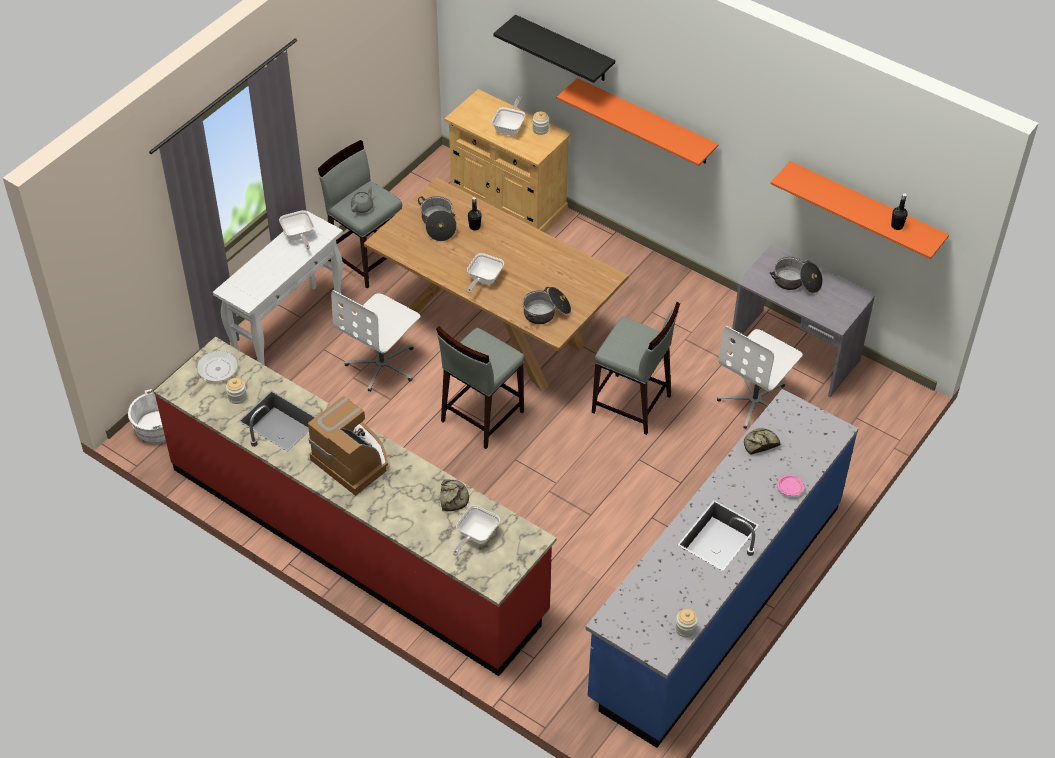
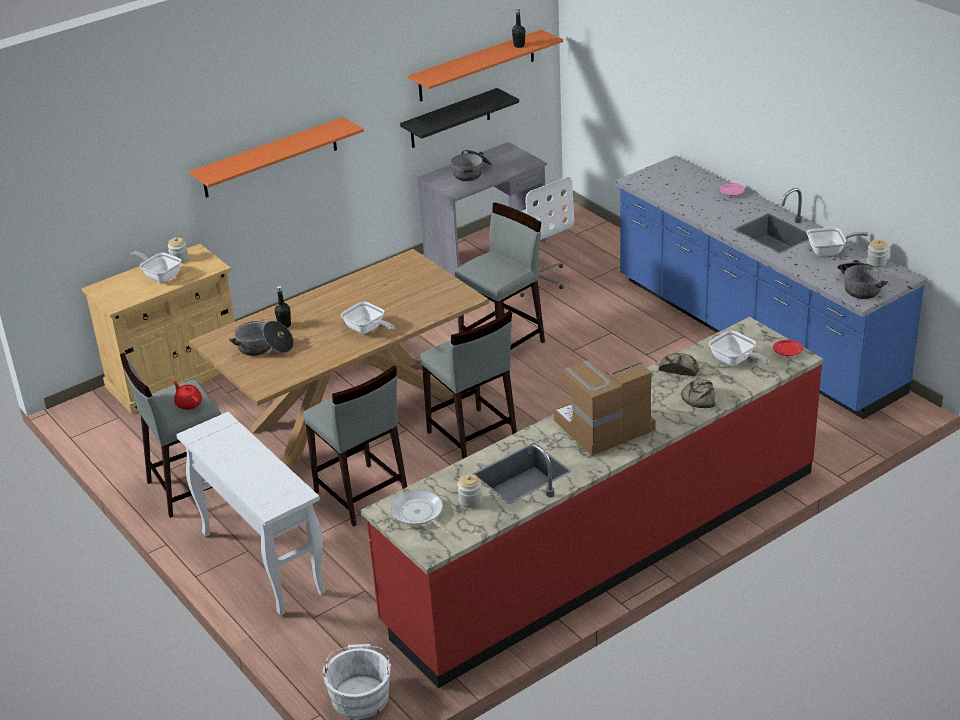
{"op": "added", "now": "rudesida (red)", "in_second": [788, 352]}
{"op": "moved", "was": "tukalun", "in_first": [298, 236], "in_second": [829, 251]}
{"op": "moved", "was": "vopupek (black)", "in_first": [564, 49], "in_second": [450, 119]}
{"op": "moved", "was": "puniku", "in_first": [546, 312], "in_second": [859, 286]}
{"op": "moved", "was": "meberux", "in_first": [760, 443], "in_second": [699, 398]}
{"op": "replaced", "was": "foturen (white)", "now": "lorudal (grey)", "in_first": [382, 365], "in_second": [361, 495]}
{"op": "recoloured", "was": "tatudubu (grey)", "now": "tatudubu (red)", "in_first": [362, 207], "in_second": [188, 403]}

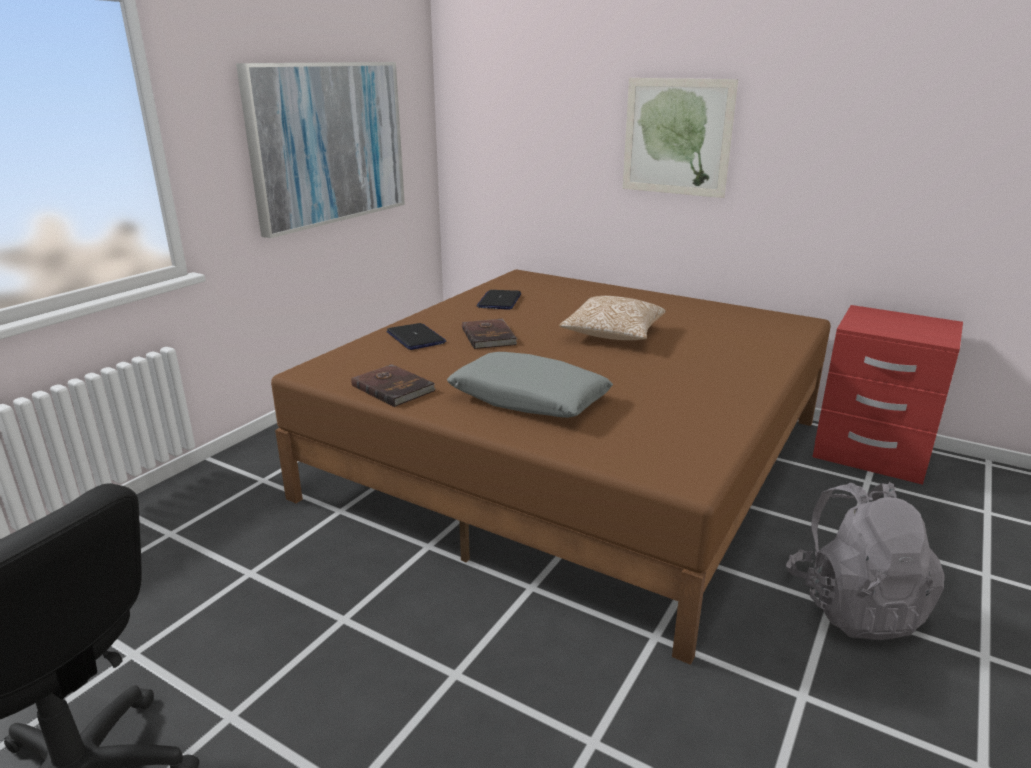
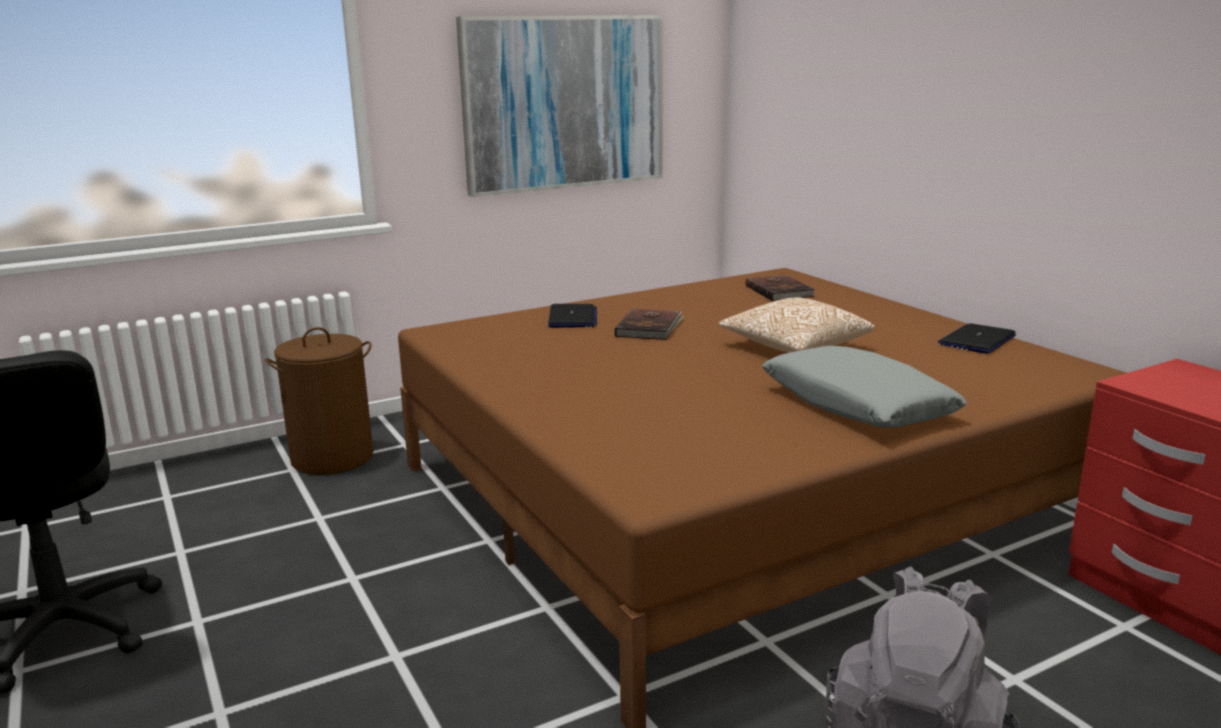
{"op": "removed", "was": "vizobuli", "in_first": [677, 137]}
{"op": "added", "now": "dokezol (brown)", "in_second": [333, 457]}
{"op": "moved", "was": "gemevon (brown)", "in_first": [393, 388], "in_second": [779, 291]}
{"op": "moved", "was": "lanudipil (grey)", "in_first": [529, 399], "in_second": [857, 405]}
{"op": "moved", "was": "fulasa", "in_first": [499, 301], "in_second": [977, 340]}

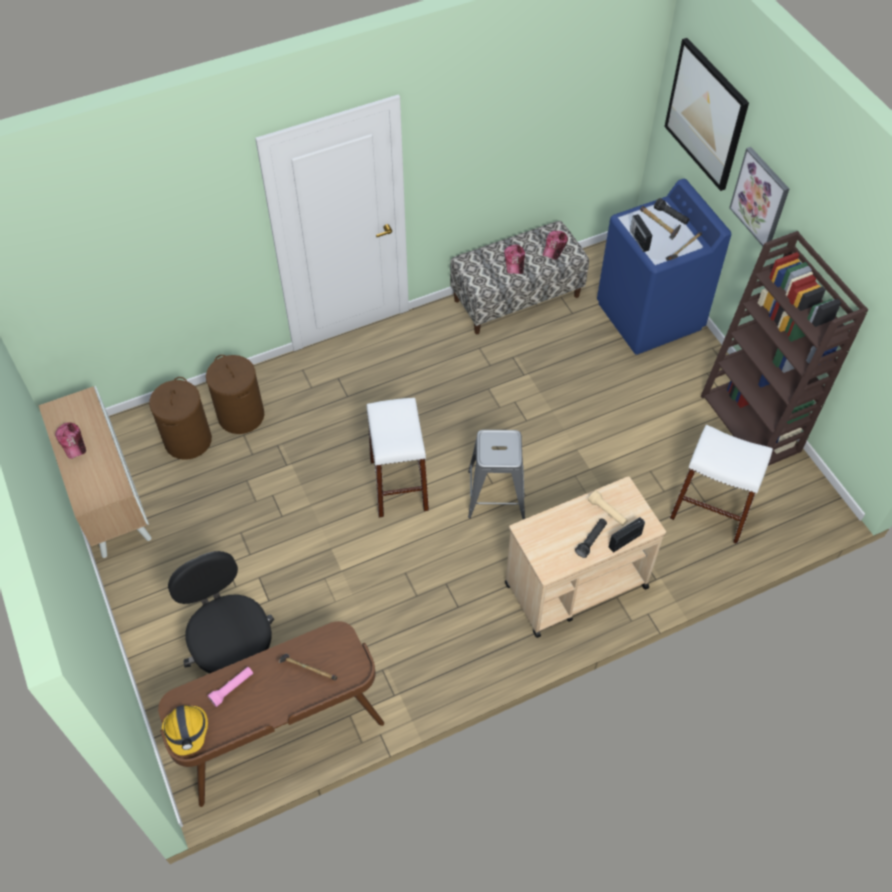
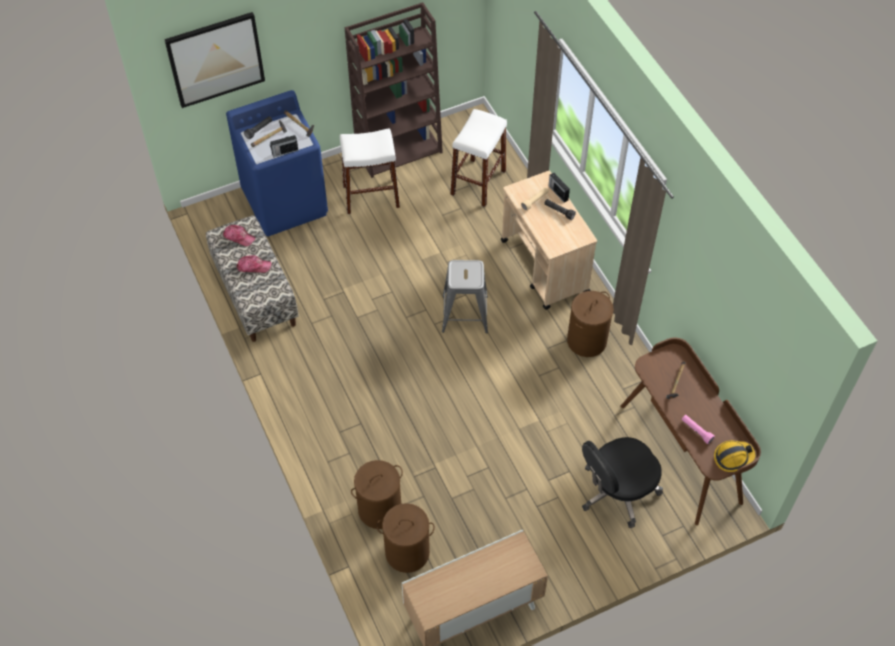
{"op": "removed", "was": "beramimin", "in_first": [72, 442]}
{"op": "removed", "was": "vizobuli", "in_first": [760, 197]}
{"op": "added", "now": "dokezol (brown)", "in_second": [586, 341]}
{"op": "moved", "was": "lorudal (white)", "in_first": [399, 485], "in_second": [371, 196]}

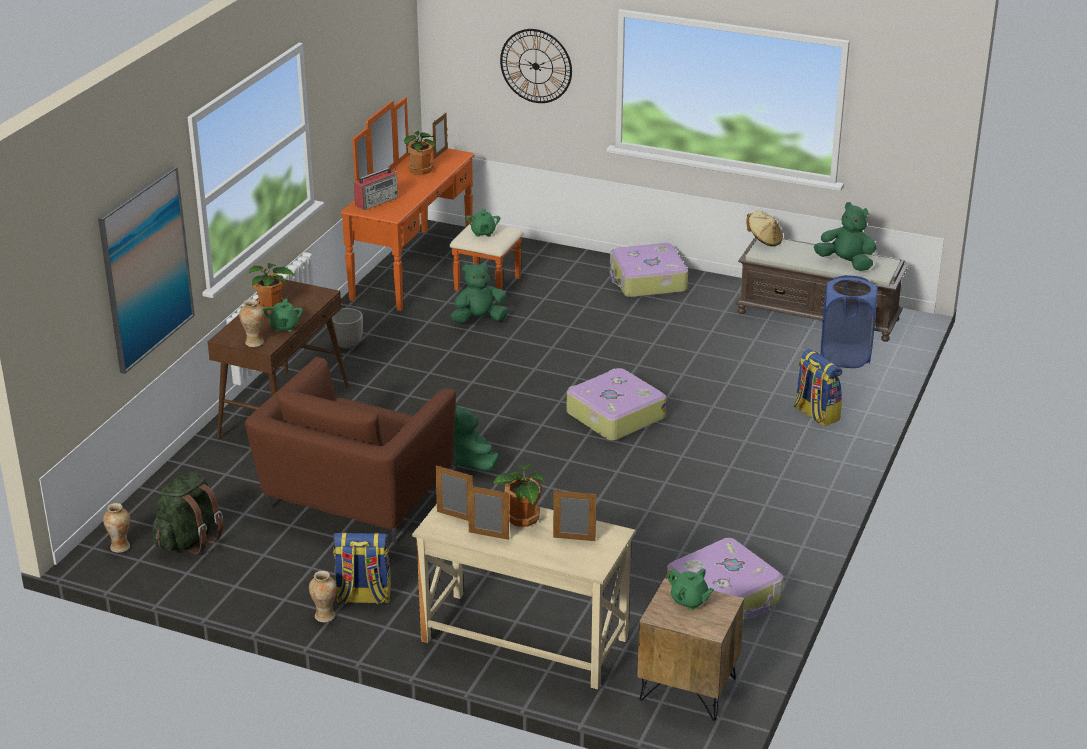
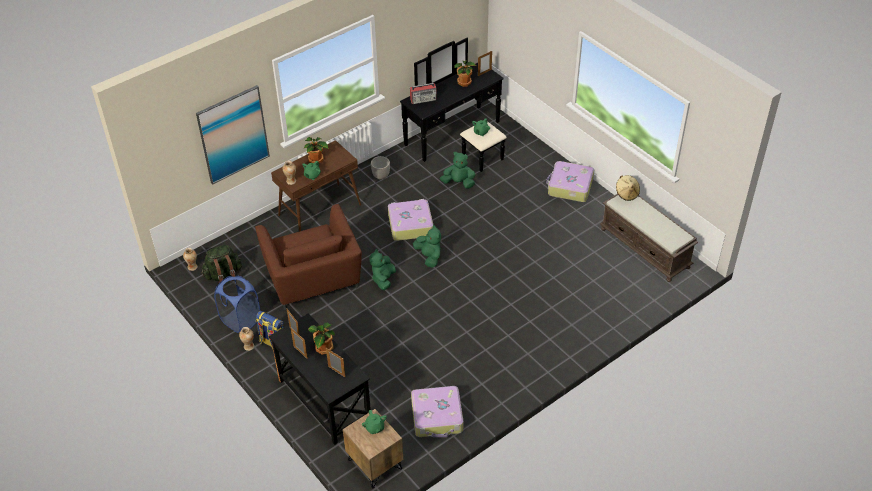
{"op": "removed", "was": "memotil", "in_first": [536, 66]}
{"op": "removed", "was": "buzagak", "in_first": [815, 414]}
{"op": "moved", "was": "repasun", "in_first": [614, 415], "in_second": [410, 225]}
{"op": "moved", "was": "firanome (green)", "in_first": [846, 263], "in_second": [429, 257]}
{"op": "moved", "was": "dokezol (blue)", "in_first": [844, 356], "in_second": [240, 320]}
{"op": "recoloured", "was": "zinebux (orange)", "now": "zinebux (black)", "in_first": [430, 272], "in_second": [459, 139]}
{"op": "recoloured", "was": "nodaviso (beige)", "now": "nodaviso (black)", "in_first": [524, 640], "in_second": [324, 400]}
{"op": "turned", "was": "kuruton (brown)", "in_first": [355, 497], "in_second": [313, 280], "clockwise": -75}

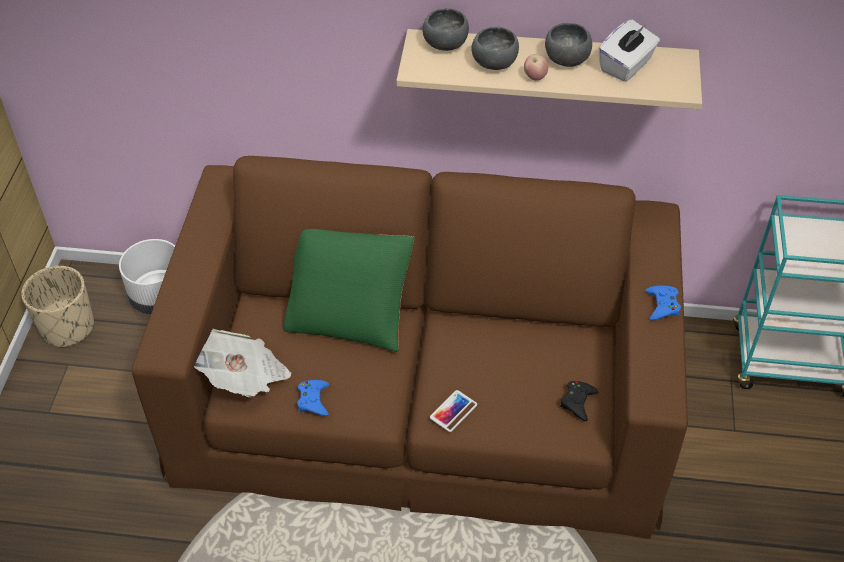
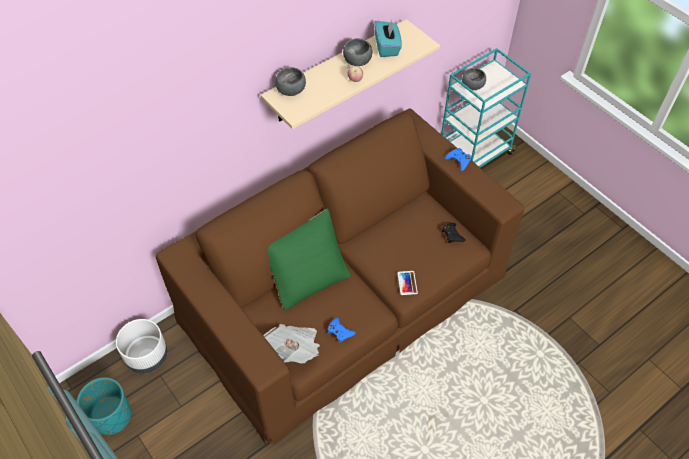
{"op": "moved", "was": "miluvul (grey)", "in_first": [495, 64], "in_second": [473, 86]}
{"op": "recoloured", "was": "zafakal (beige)", "now": "zafakal (turquoise)", "in_first": [67, 328], "in_second": [112, 417]}
{"op": "recoloured", "was": "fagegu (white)", "now": "fagegu (turquoise)", "in_first": [626, 66], "in_second": [387, 47]}

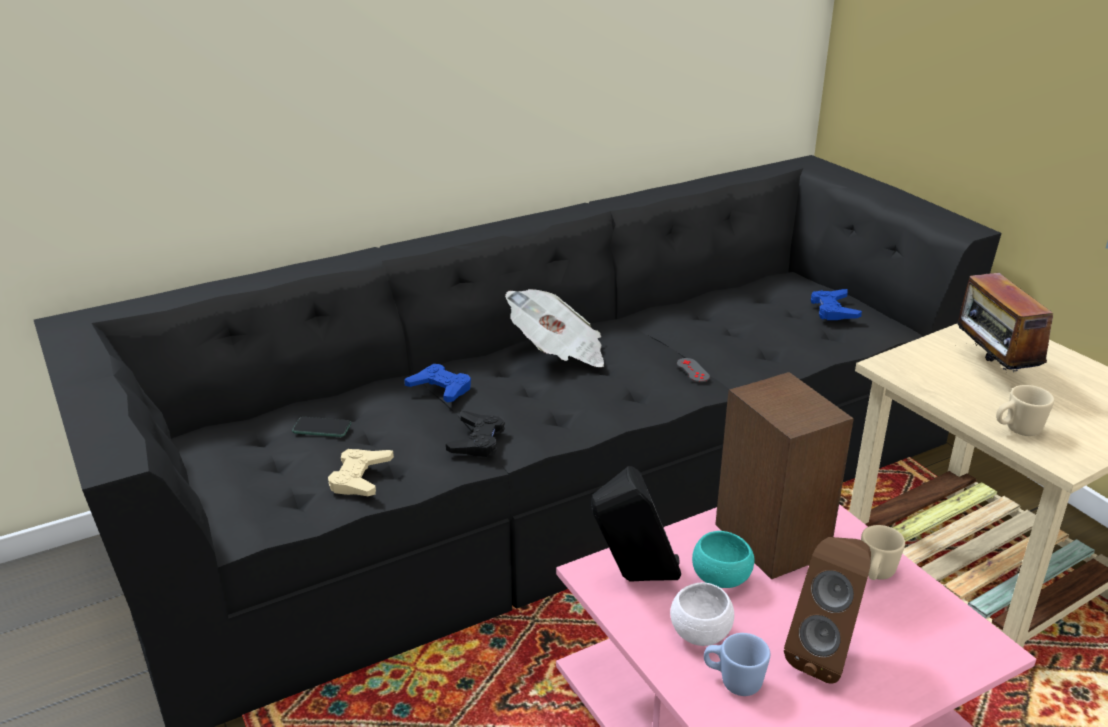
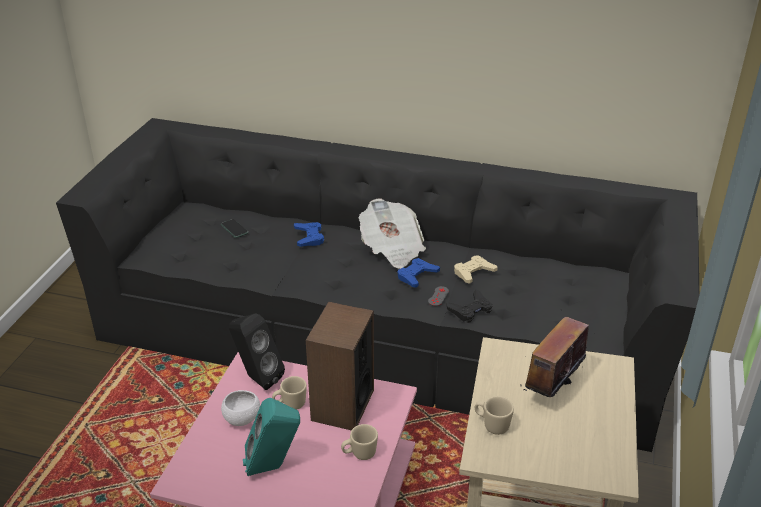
{"op": "removed", "was": "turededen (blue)", "in_first": [733, 681]}
{"op": "moved", "was": "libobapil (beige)", "in_first": [360, 477], "in_second": [473, 272]}
{"op": "moved", "was": "libobapil (black)", "in_first": [477, 440], "in_second": [470, 310]}
{"op": "moved", "was": "libobapil (blue)", "in_first": [833, 310], "in_second": [417, 276]}
{"op": "replaced", "was": "miluvul (turquoise)", "now": "turededen (beige)", "in_first": [720, 579], "in_second": [290, 404]}
{"op": "recoloured", "was": "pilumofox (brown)", "now": "pilumofox (turquoise)", "in_first": [826, 655], "in_second": [274, 466]}

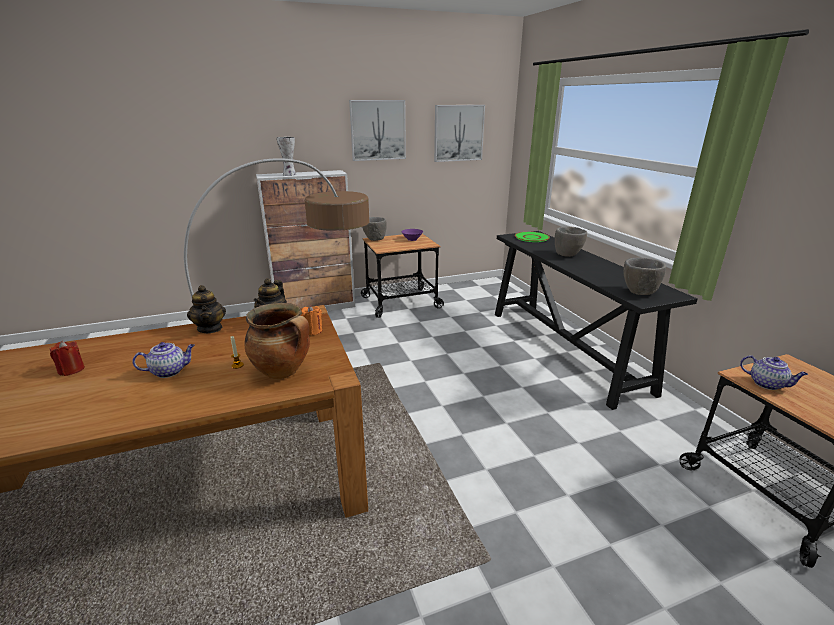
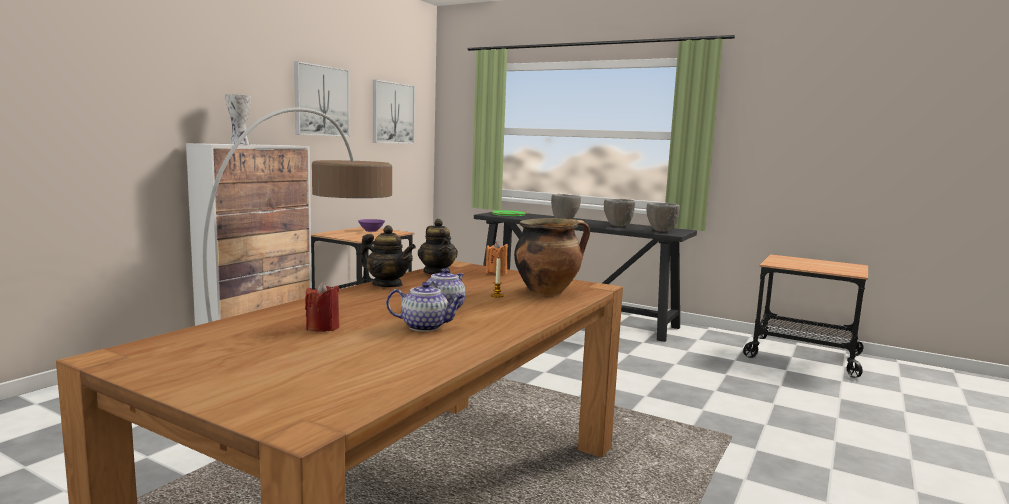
{"op": "moved", "was": "miluvul (grey)", "in_first": [374, 239], "in_second": [618, 226]}
{"op": "moved", "was": "tatudubu", "in_first": [767, 384], "in_second": [426, 326]}

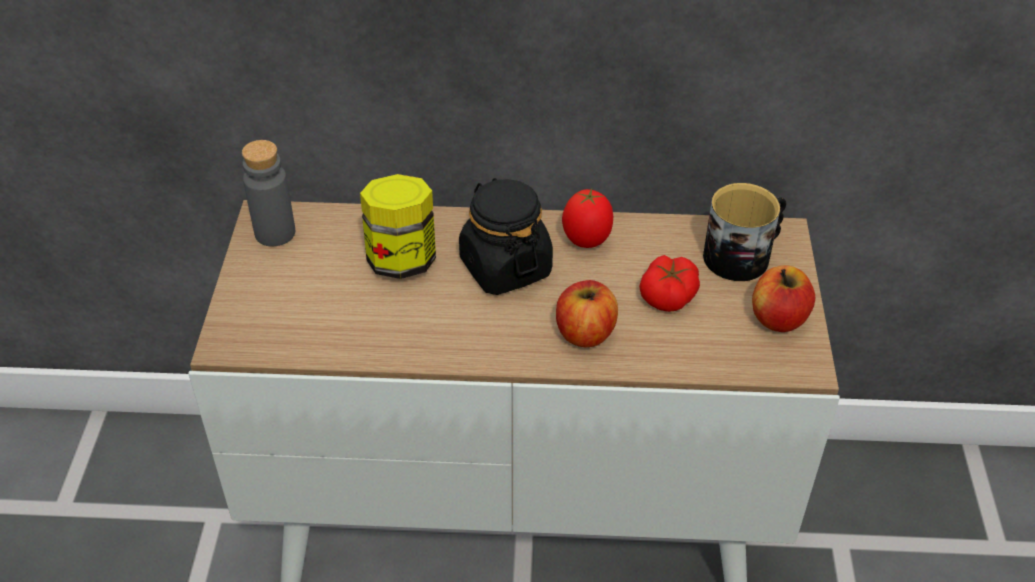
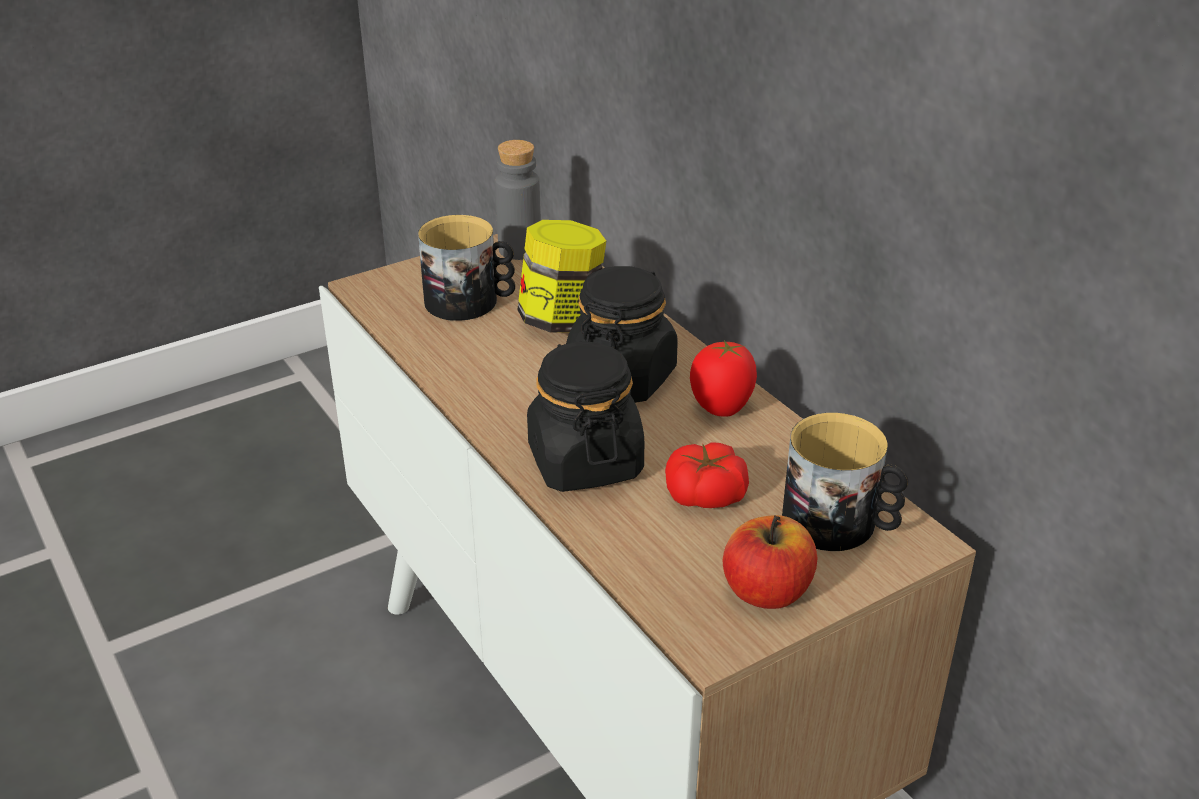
{"op": "added", "now": "turededen", "in_second": [470, 302]}
{"op": "replaced", "was": "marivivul", "now": "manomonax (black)", "in_first": [585, 333], "in_second": [584, 462]}

